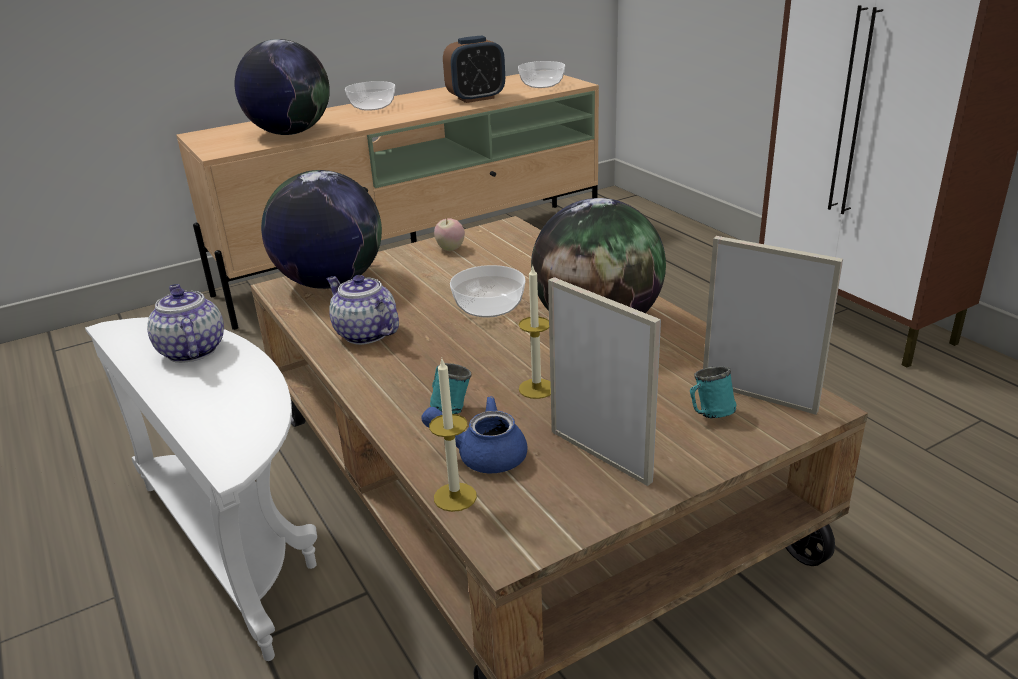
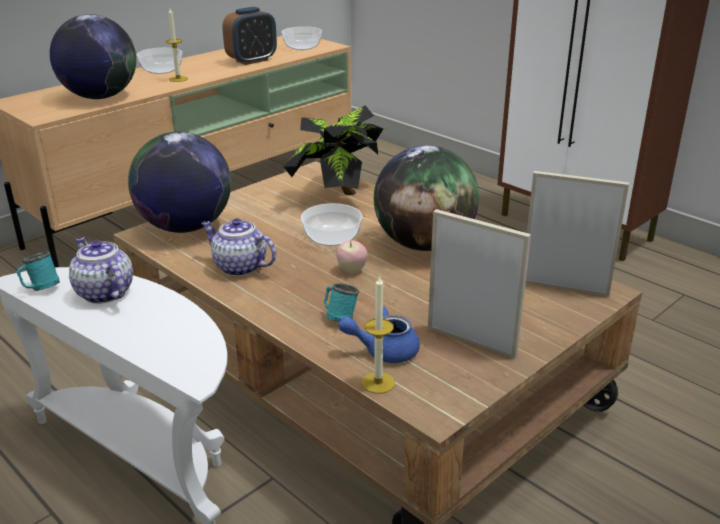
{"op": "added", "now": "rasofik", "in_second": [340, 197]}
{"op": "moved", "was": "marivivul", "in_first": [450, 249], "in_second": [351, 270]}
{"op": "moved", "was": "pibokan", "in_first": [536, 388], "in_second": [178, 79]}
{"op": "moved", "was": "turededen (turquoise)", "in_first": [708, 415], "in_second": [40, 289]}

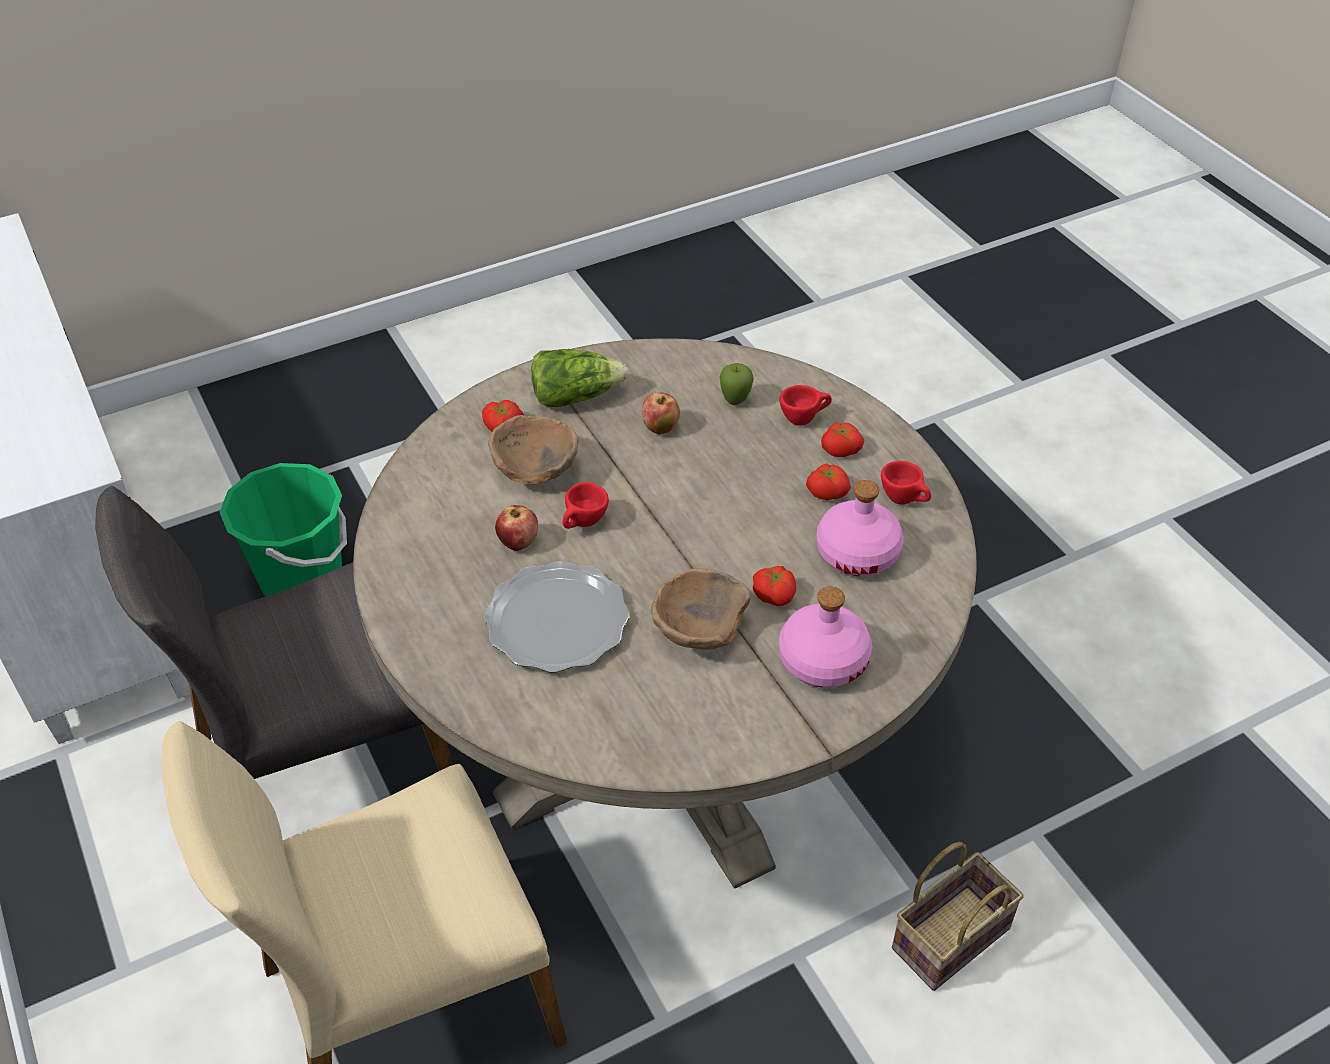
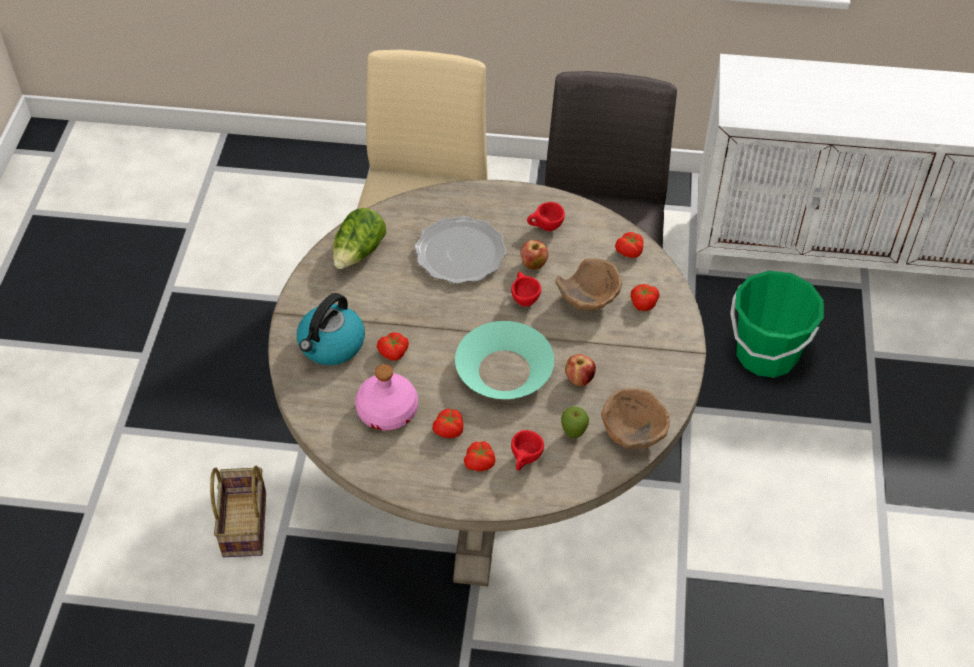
{"op": "added", "now": "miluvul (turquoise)", "in_second": [505, 370]}
{"op": "added", "now": "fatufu", "in_second": [630, 252]}
{"op": "moved", "was": "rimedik", "in_first": [575, 396], "in_second": [359, 253]}
{"op": "moved", "was": "miluvul (brown)", "in_first": [697, 631], "in_second": [635, 434]}
{"op": "moved", "was": "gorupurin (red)", "in_first": [904, 500], "in_second": [545, 228]}
{"op": "replaced", "was": "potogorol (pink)", "now": "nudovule", "in_first": [822, 660], "in_second": [331, 345]}

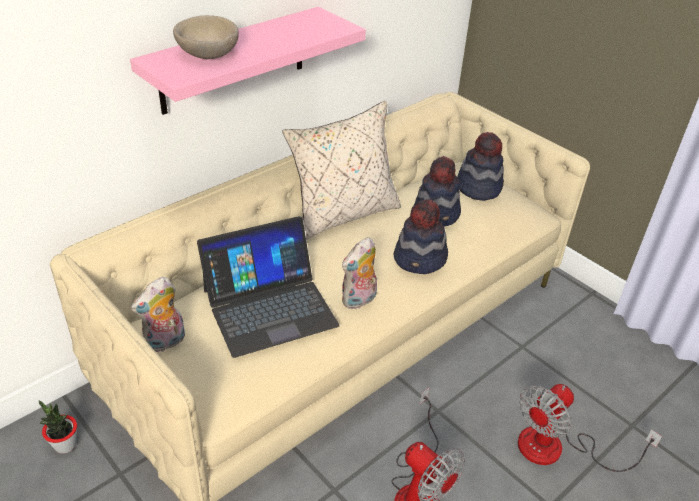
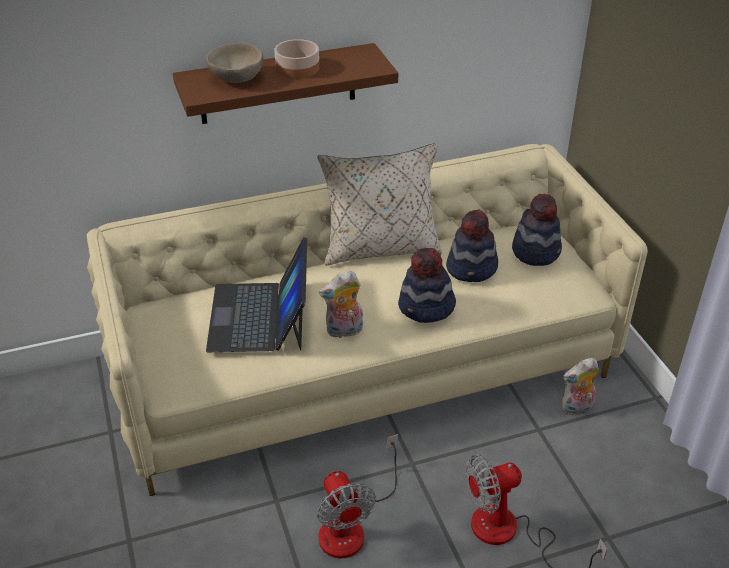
{"op": "removed", "was": "rasofik", "in_first": [65, 445]}
{"op": "added", "now": "miluvul", "in_second": [297, 68]}
{"op": "moved", "was": "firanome", "in_first": [165, 342], "in_second": [576, 409]}
{"op": "recoloured", "was": "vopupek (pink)", "now": "vopupek (brown)", "in_first": [233, 60], "in_second": [278, 84]}
{"op": "turned", "was": "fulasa", "in_first": [269, 307], "in_second": [260, 316], "clockwise": 90}

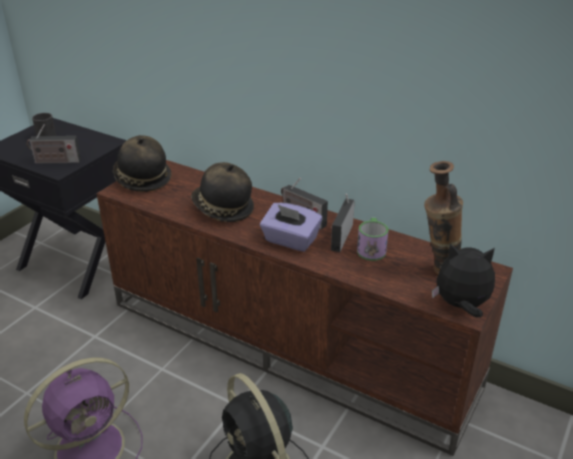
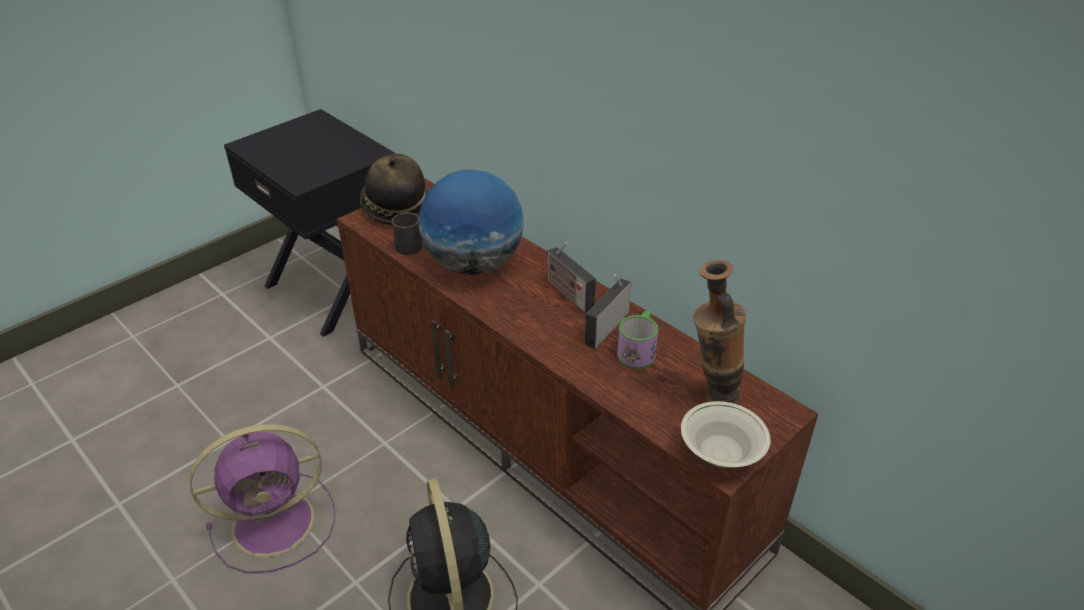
{"op": "removed", "was": "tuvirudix", "in_first": [55, 161]}
{"op": "removed", "was": "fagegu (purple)", "in_first": [290, 240]}
{"op": "moved", "was": "turededen (black)", "in_first": [46, 135], "in_second": [409, 243]}
{"op": "replaced", "was": "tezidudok", "now": "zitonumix", "in_first": [222, 209], "in_second": [474, 264]}
{"op": "replaced", "was": "firanome", "now": "miluvul (white)", "in_first": [461, 306], "in_second": [720, 455]}

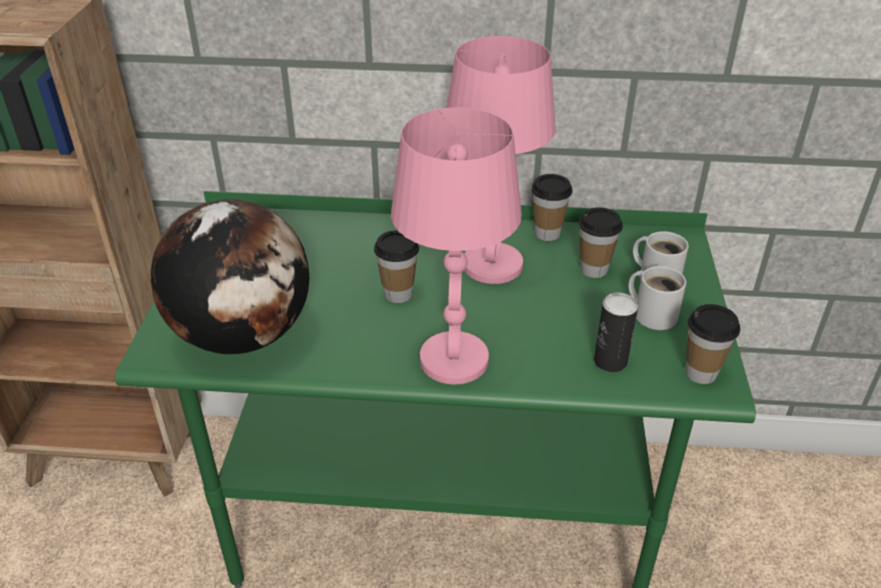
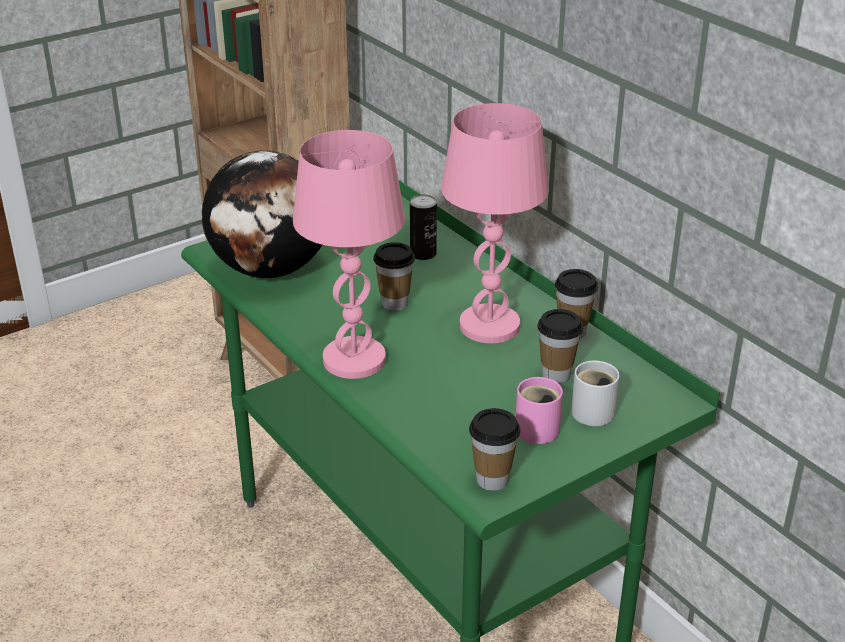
{"op": "moved", "was": "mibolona", "in_first": [610, 361], "in_second": [423, 254]}
{"op": "recoloured", "was": "turededen (white)", "now": "turededen (pink)", "in_first": [653, 313], "in_second": [539, 427]}

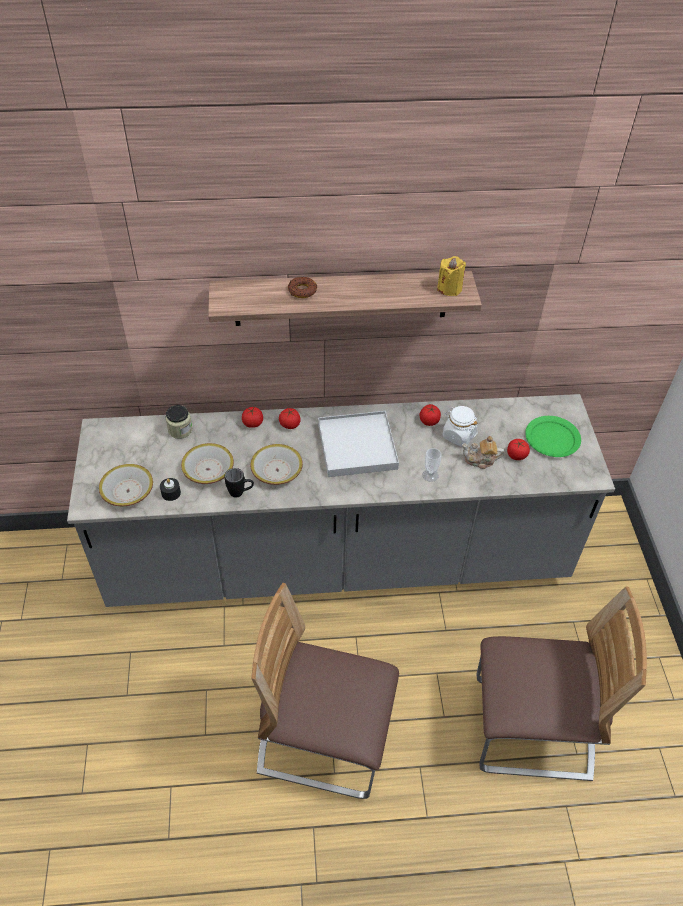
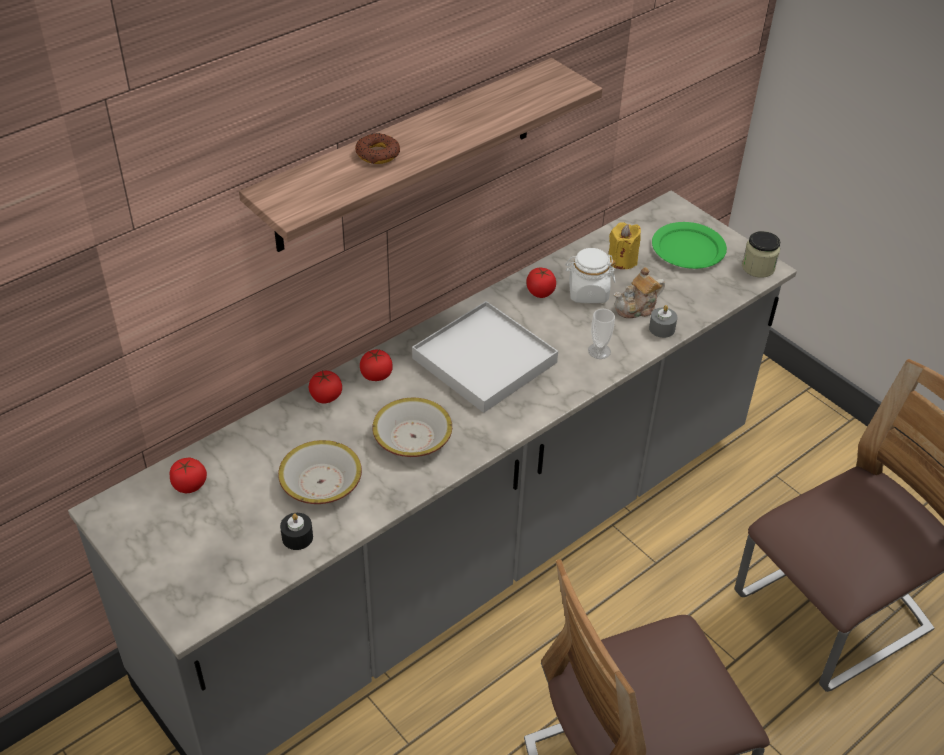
{"op": "removed", "was": "miluvul", "in_first": [128, 491]}
{"op": "removed", "was": "turededen (black)", "in_first": [240, 493]}
{"op": "added", "now": "pibokan (grey)", "in_second": [662, 328]}
{"op": "moved", "was": "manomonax", "in_first": [180, 430], "in_second": [758, 267]}
{"op": "moved", "was": "pibokan (yellow)", "in_first": [449, 288], "in_second": [622, 260]}
{"op": "moved", "was": "fatufu", "in_first": [516, 455], "in_second": [189, 485]}

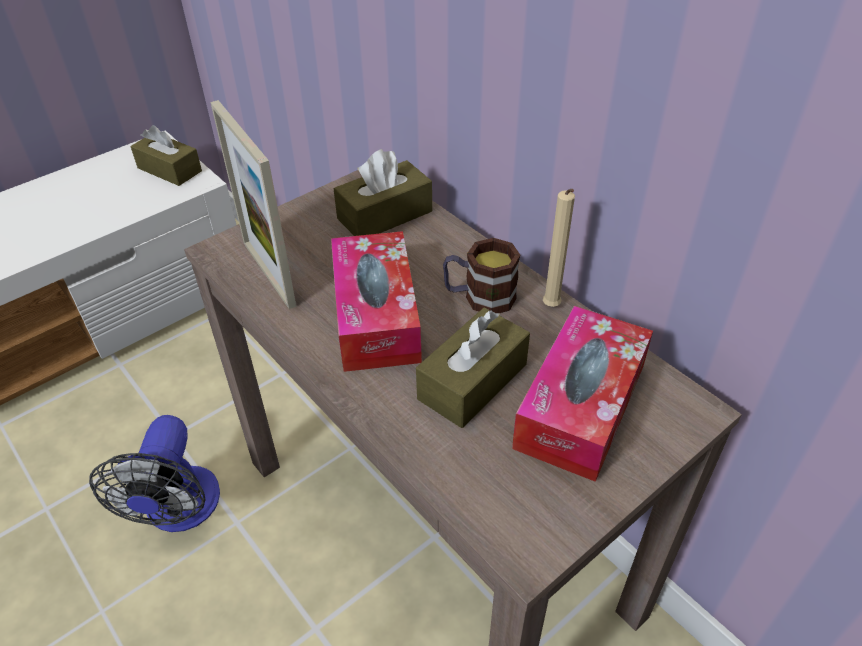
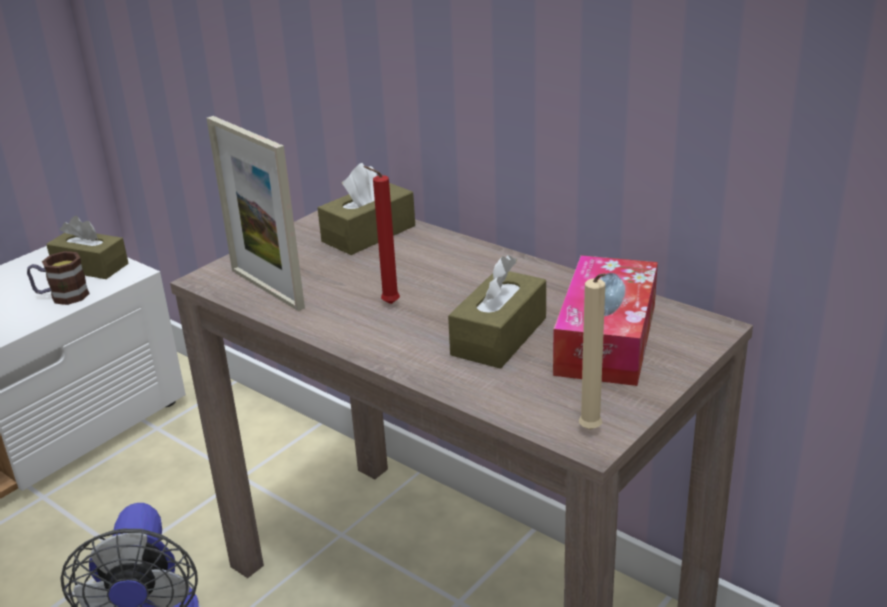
{"op": "moved", "was": "turededen", "in_first": [479, 297], "in_second": [62, 296]}
{"op": "moved", "was": "pibokan (beige)", "in_first": [551, 308], "in_second": [591, 432]}
{"op": "replaced", "was": "fagegu", "now": "pibokan (red)", "in_first": [376, 315], "in_second": [387, 304]}

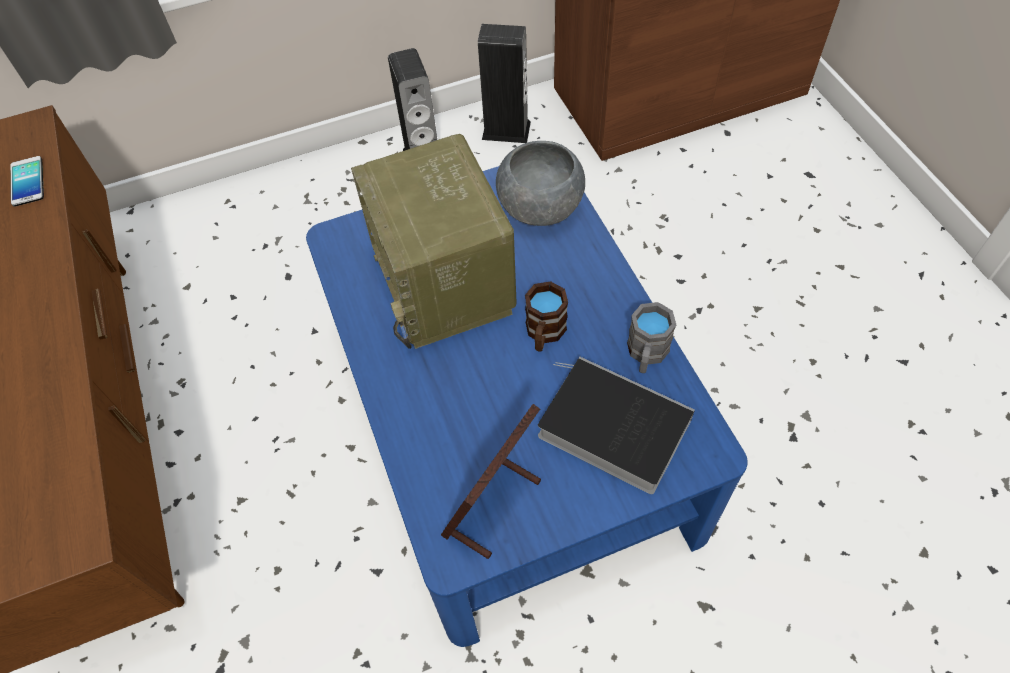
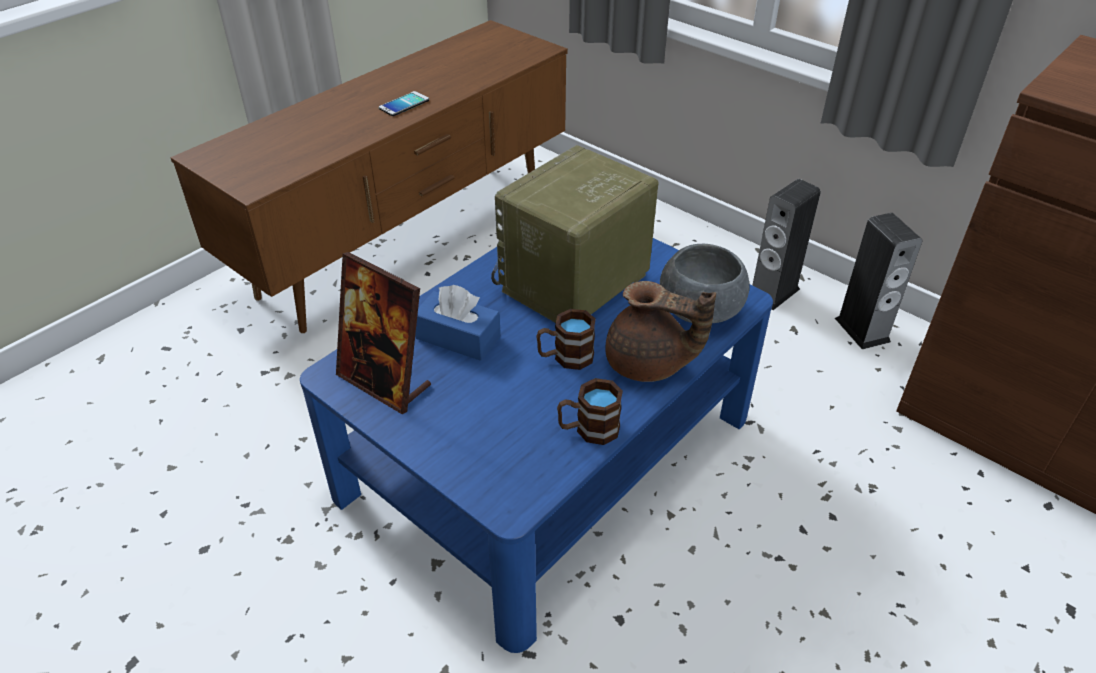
{"op": "removed", "was": "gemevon", "in_first": [609, 427]}
{"op": "added", "now": "fagegu (blue)", "in_second": [458, 337]}
{"op": "added", "now": "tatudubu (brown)", "in_second": [648, 364]}
{"op": "moved", "was": "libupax", "in_first": [27, 181], "in_second": [404, 104]}
{"op": "recoloured", "was": "turededen (grey)", "now": "turededen (brown)", "in_first": [646, 354], "in_second": [588, 429]}
{"op": "turned", "was": "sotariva", "in_first": [492, 506], "in_second": [385, 382], "clockwise": -150}

